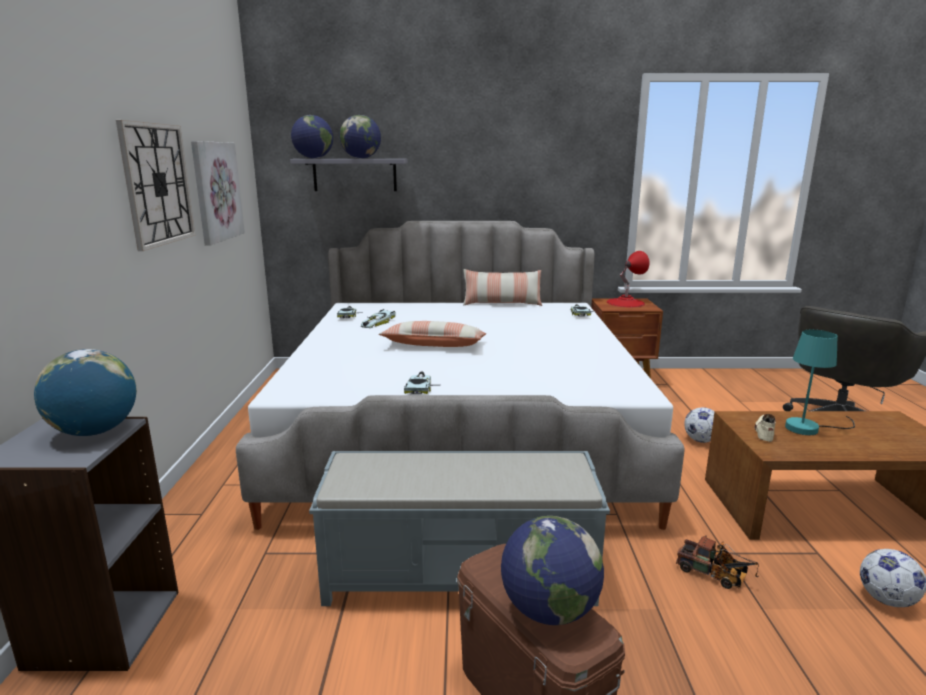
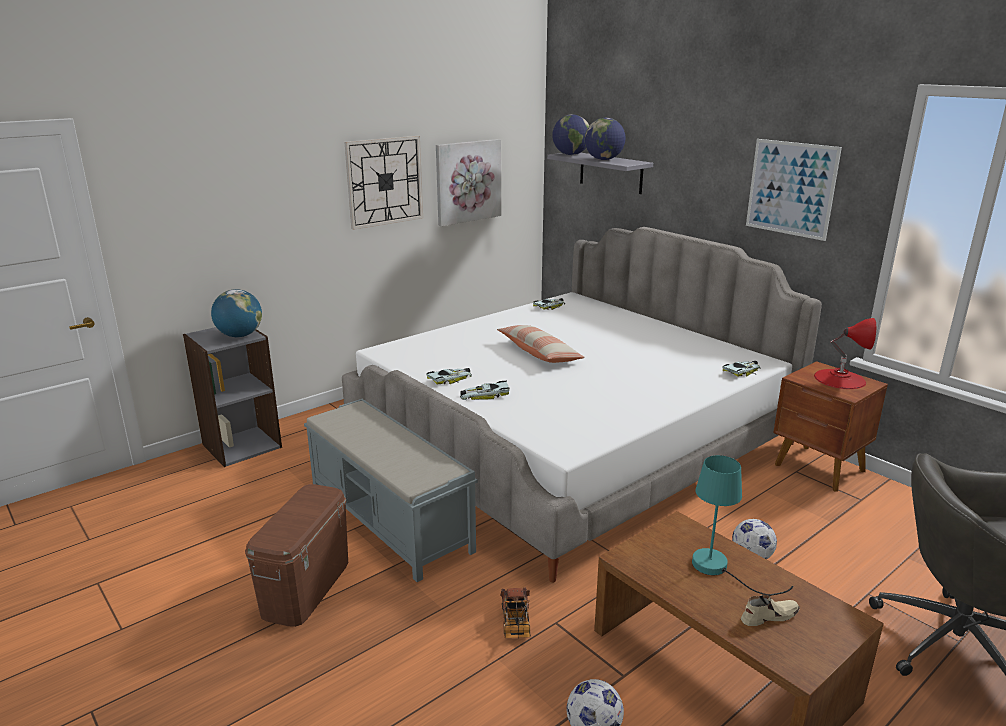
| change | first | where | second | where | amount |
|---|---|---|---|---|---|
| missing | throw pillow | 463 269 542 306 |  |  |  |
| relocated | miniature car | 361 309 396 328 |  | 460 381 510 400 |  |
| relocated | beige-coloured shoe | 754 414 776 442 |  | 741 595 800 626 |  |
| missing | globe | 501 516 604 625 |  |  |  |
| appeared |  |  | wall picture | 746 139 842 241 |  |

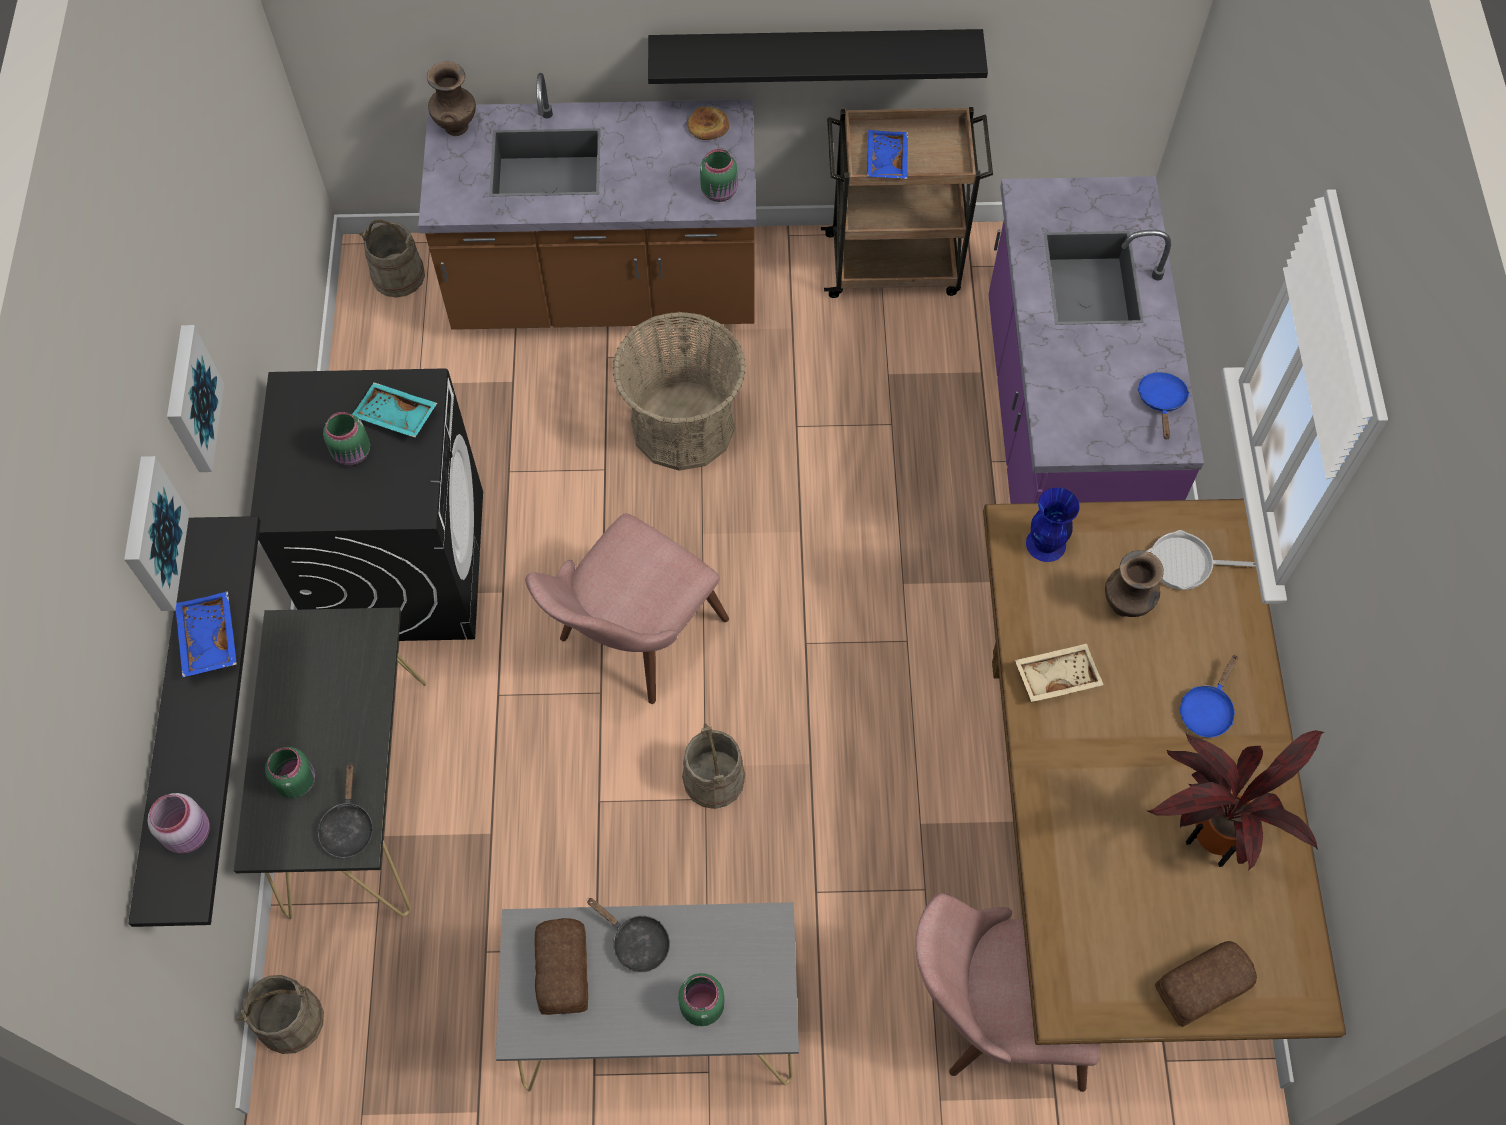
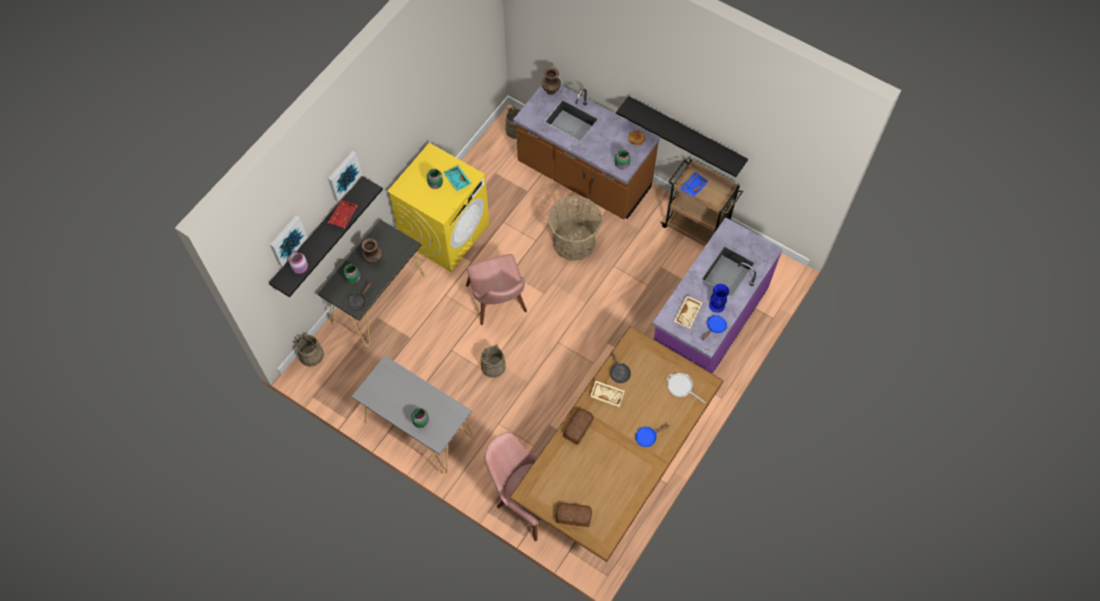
| change | first | where | second | where | amount |
|---|---|---|---|---|---|
| relocated | wall picture | 167 325 224 472 |  | 270 216 307 266 |  |
| colour | black-coloured washing machine | 250 368 483 641 | yellow washing machine | 387 143 489 272 |  |
| relocated | blue-coloured flower vase | 1026 488 1080 562 |  | 709 284 729 313 |  |
| spun | pinkish chair | 525 513 729 704 |  | 466 254 527 325 | 90 degrees counterclockwise |
| relocated | brown-coloured flower vase | 1105 550 1164 617 |  | 361 238 382 264 |  |
| colour | blue-coloured carrying tray | 176 592 237 677 | red carrying tray | 328 200 358 228 |  |
| missing | potted plant | 1148 730 1324 871 |  |  |  |
| relocated | black-coloured pan | 587 898 670 973 |  | 610 350 631 383 |  |
| relocated | bread | 534 918 588 1015 |  | 563 408 594 445 |  |
| appeared |  |  | beige-coloured carrying tray | 674 295 703 328 |  |

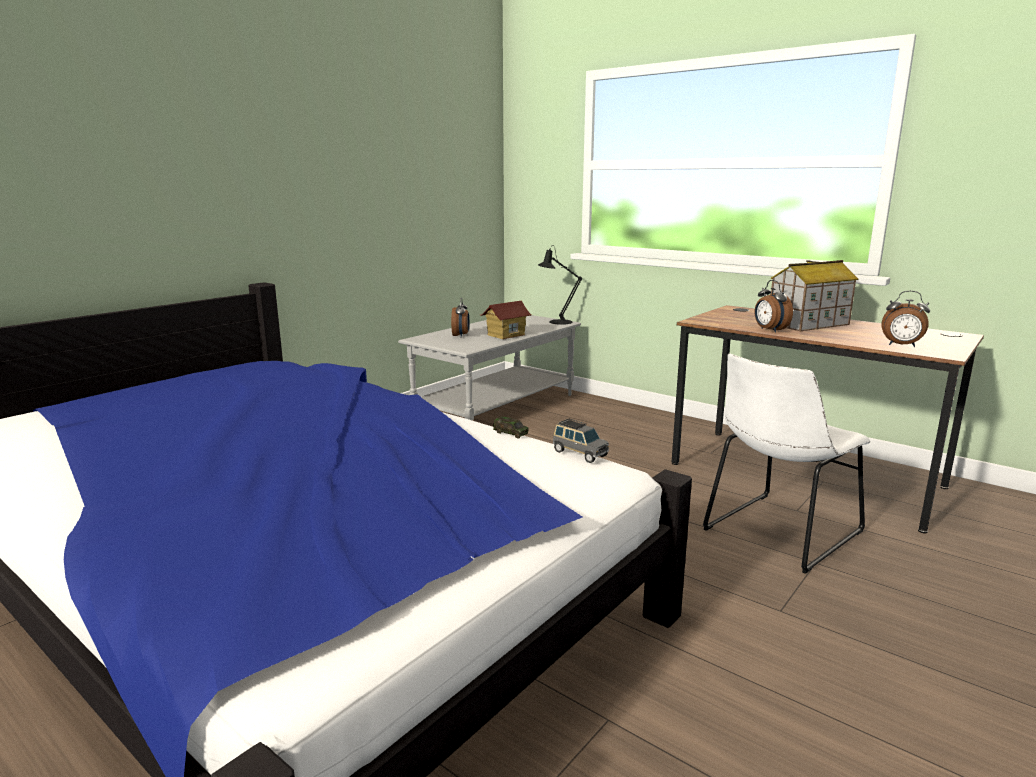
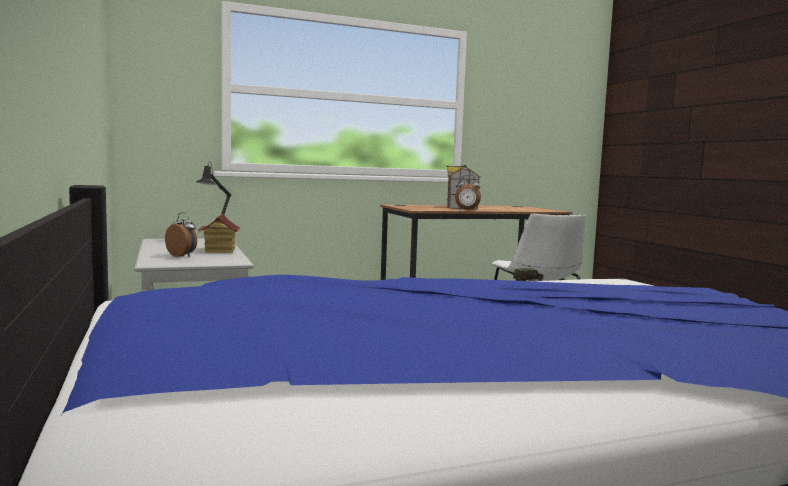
| change | first | where | second | where | amount |
|---|---|---|---|---|---|
| missing | alarm clock | 882 291 930 347 |  |  |  |
| missing | grey miniature car | 553 419 609 463 |  |  |  |

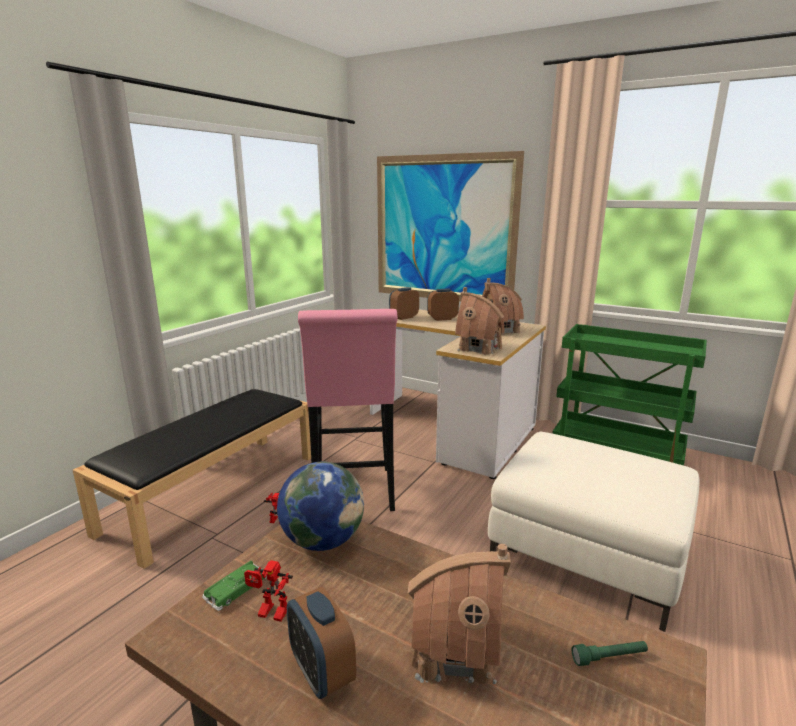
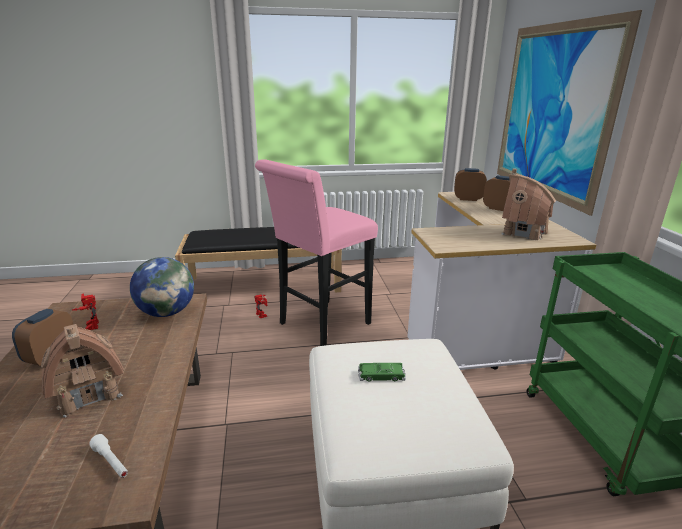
| change | first | where | second | where | amount |
|---|---|---|---|---|---|
| missing | model house | 455 287 505 355 |  |  |  |
| relocated | greenish miniature car | 202 561 267 611 |  | 358 363 406 381 |  |
| colour | greenish flashlight | 572 641 648 666 | white flashlight | 89 434 128 478 |  |

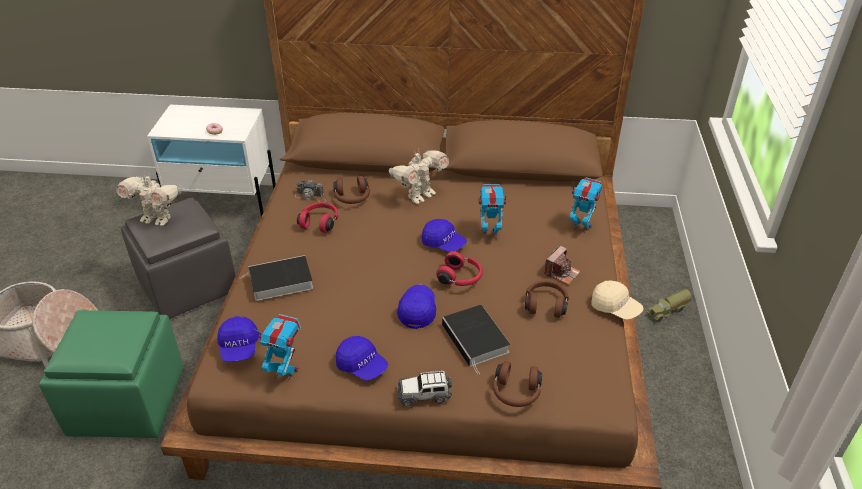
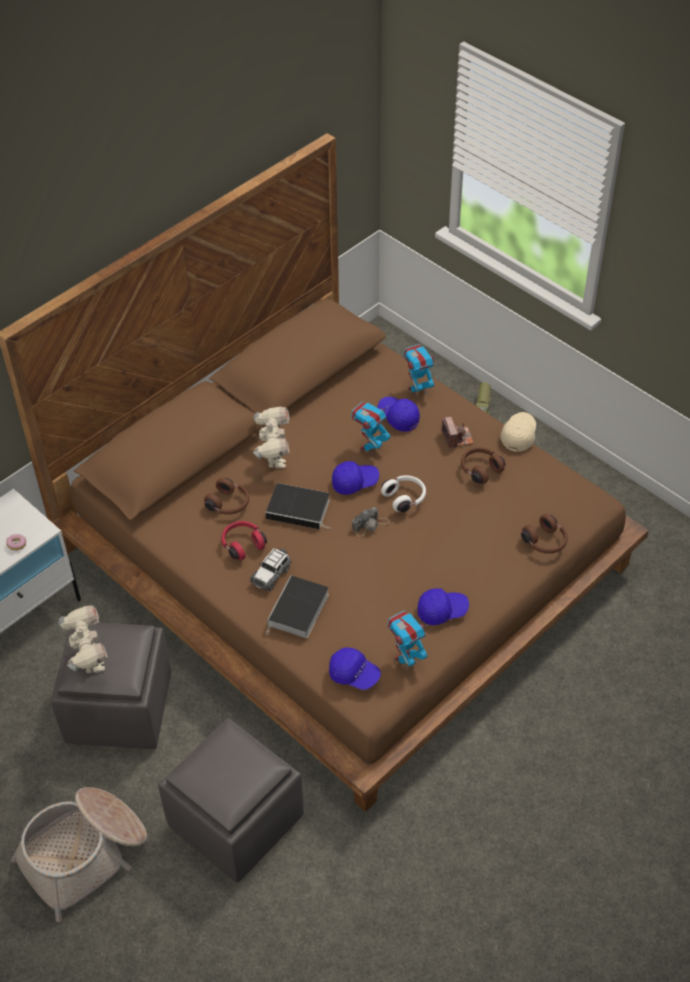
| change | first | where | second | where | amount |
|---|---|---|---|---|---|
| spun | toy robot | 116 173 182 226 |  | 59 605 108 673 | 75 degrees counterclockwise |
| relocated | photo camera | 295 180 326 202 |  | 352 507 389 537 |  |
| colour | red pair of headphones | 436 251 483 286 | white pair of headphones | 381 475 426 512 |  |
| spun | beige-coloured cap | 591 280 644 320 |  | 500 412 536 452 | 60 degrees counterclockwise |
| relocated | blue-coloured cap | 397 284 436 329 |  | 378 397 420 432 |  |
| relocated | book | 442 305 510 374 |  | 266 483 330 529 |  |
| colour | greenish ottoman | 39 310 184 438 | grey ottoman | 158 718 304 883 |  |
| relocated | miniature car | 397 371 452 407 |  | 250 548 292 591 |  |

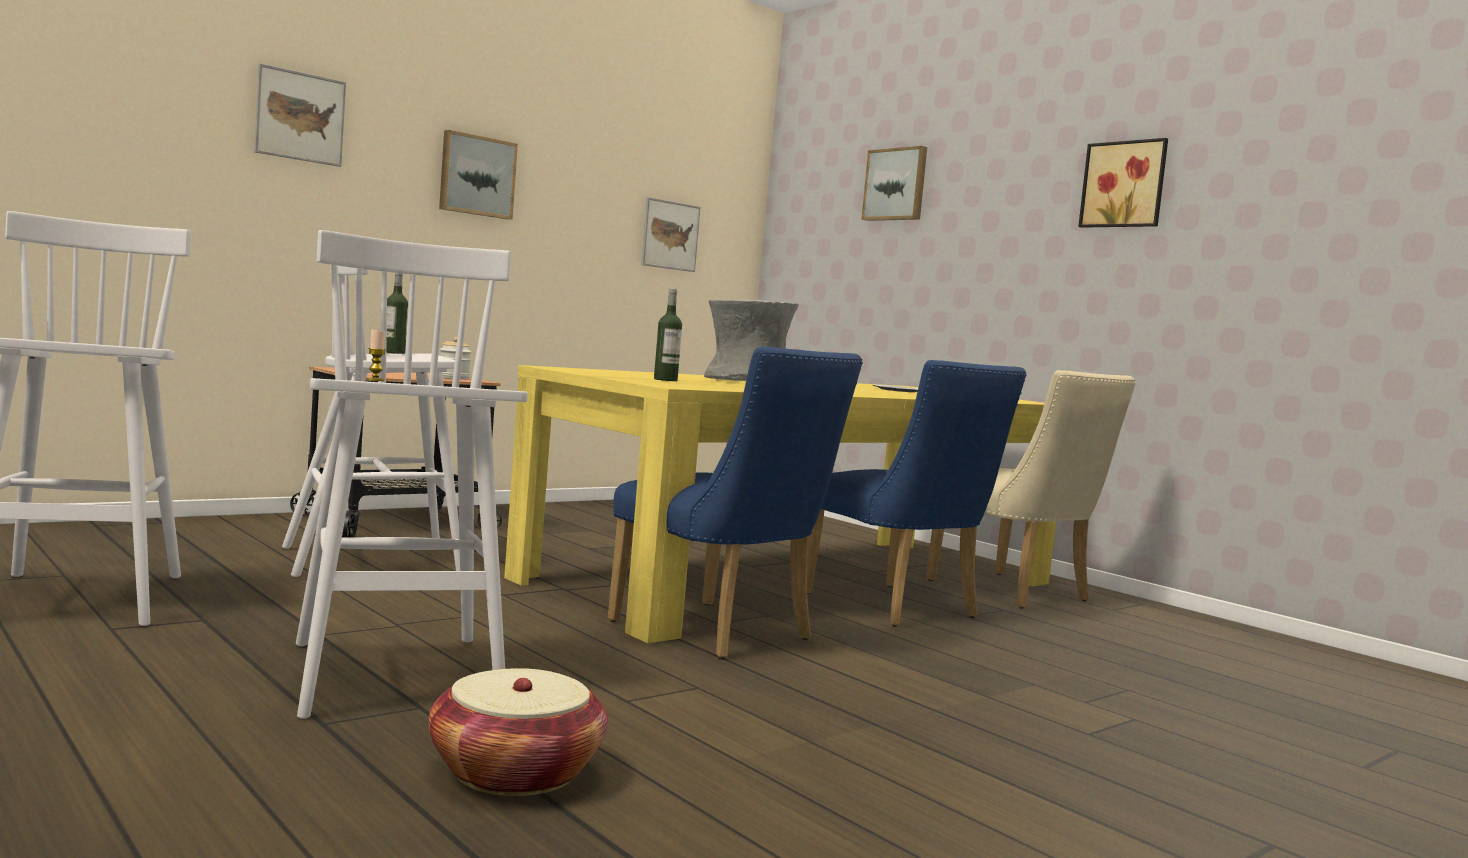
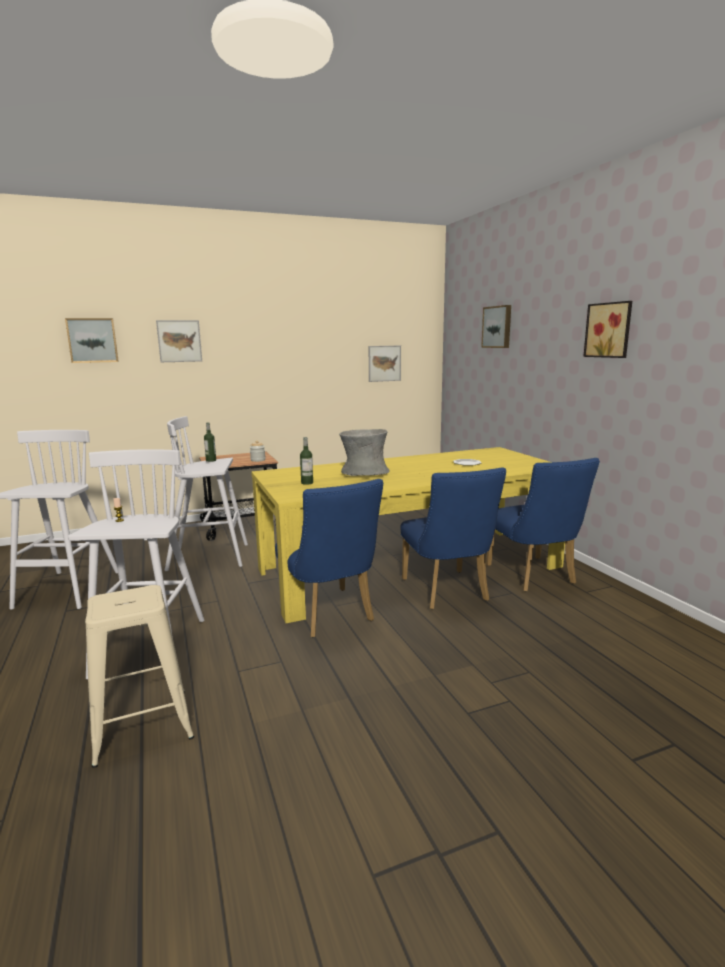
| change | first | where | second | where | amount |
|---|---|---|---|---|---|
| relocated | wall picture | 439 130 518 220 |  | 65 318 119 363 |  |
| colour | beige-coloured chair | 926 370 1136 609 | blue-coloured chair | 486 458 600 592 |  |
| exchanged | basket | 428 668 608 796 | beige-coloured sitting stool | 85 585 194 768 |  |

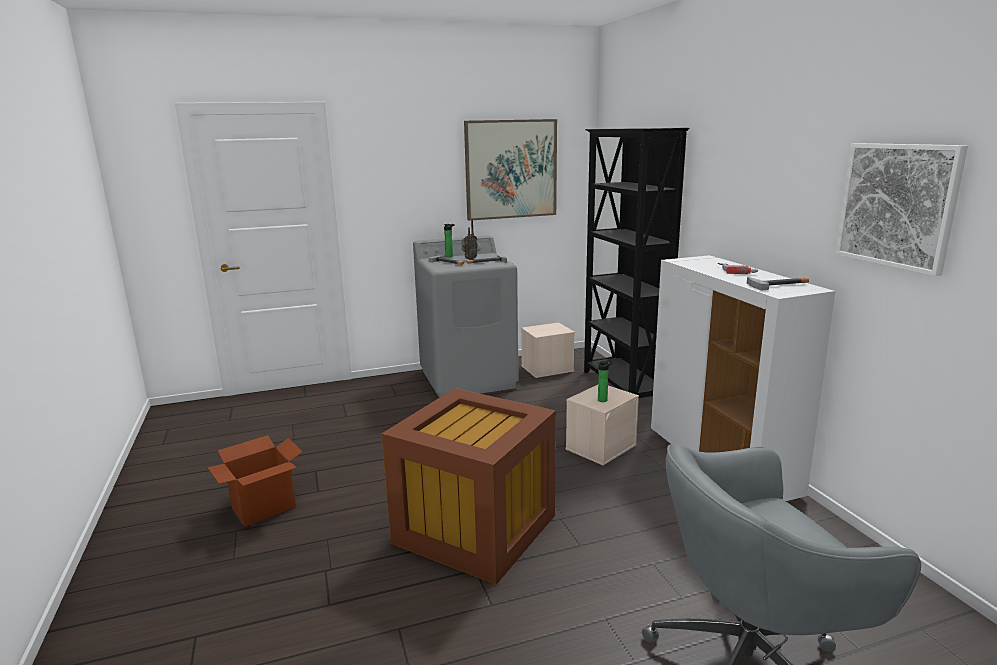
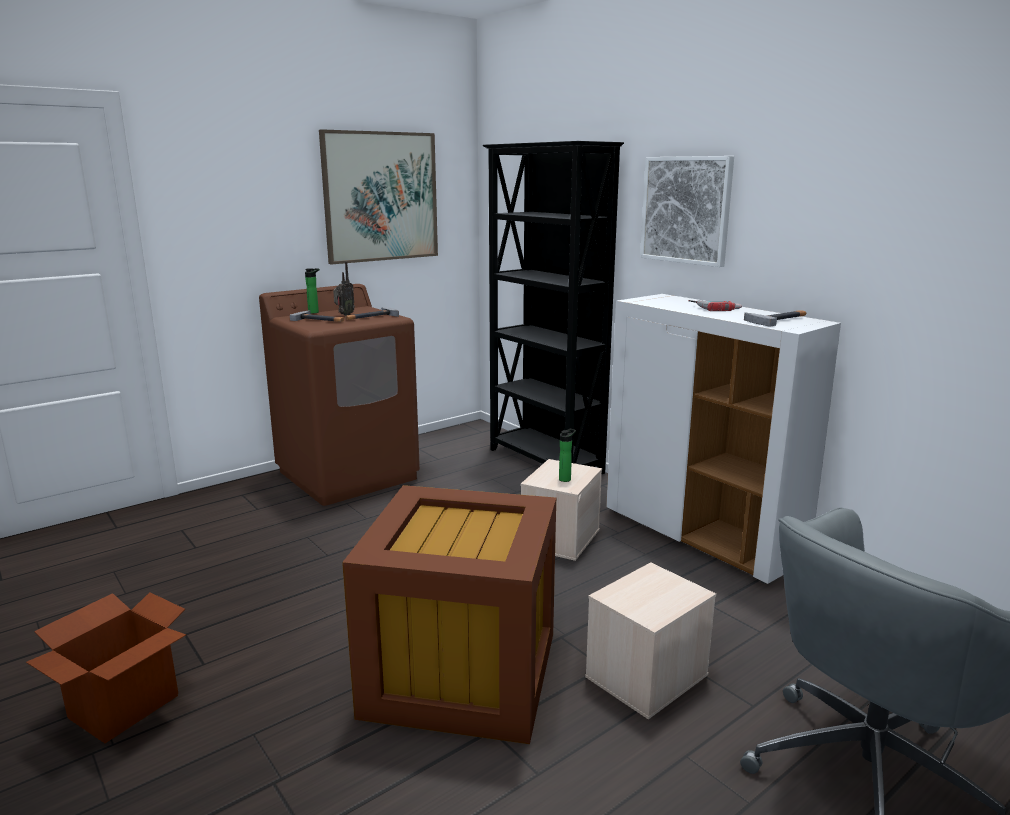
| change | first | where | second | where | amount |
|---|---|---|---|---|---|
| relocated | wall picture | 835 143 968 276 |  | 640 156 734 267 |  |
| colour | grey washing machine | 413 235 518 398 | brown-coloured washing machine | 259 284 420 506 |  |
| relocated | beige-coloured storage container | 521 322 575 378 |  | 585 562 716 720 |  |

